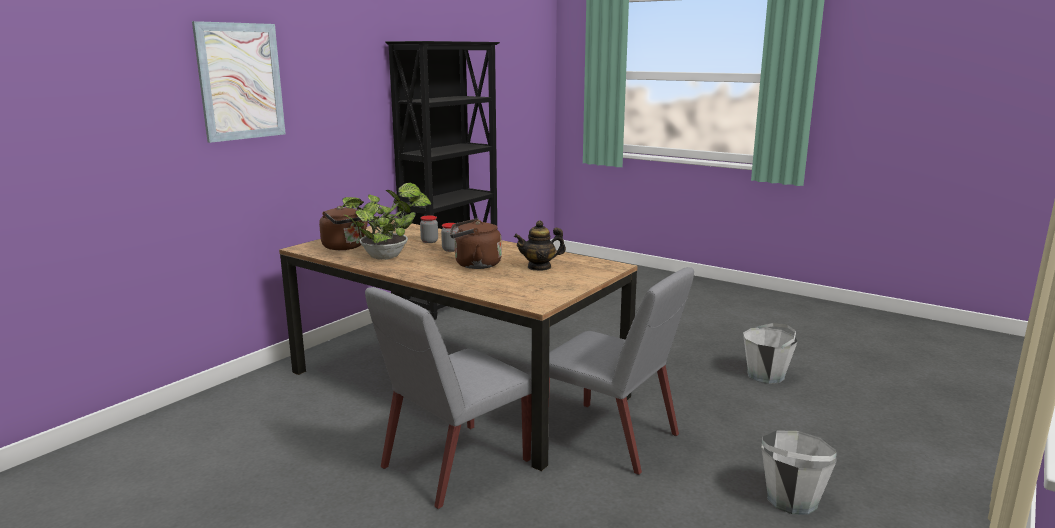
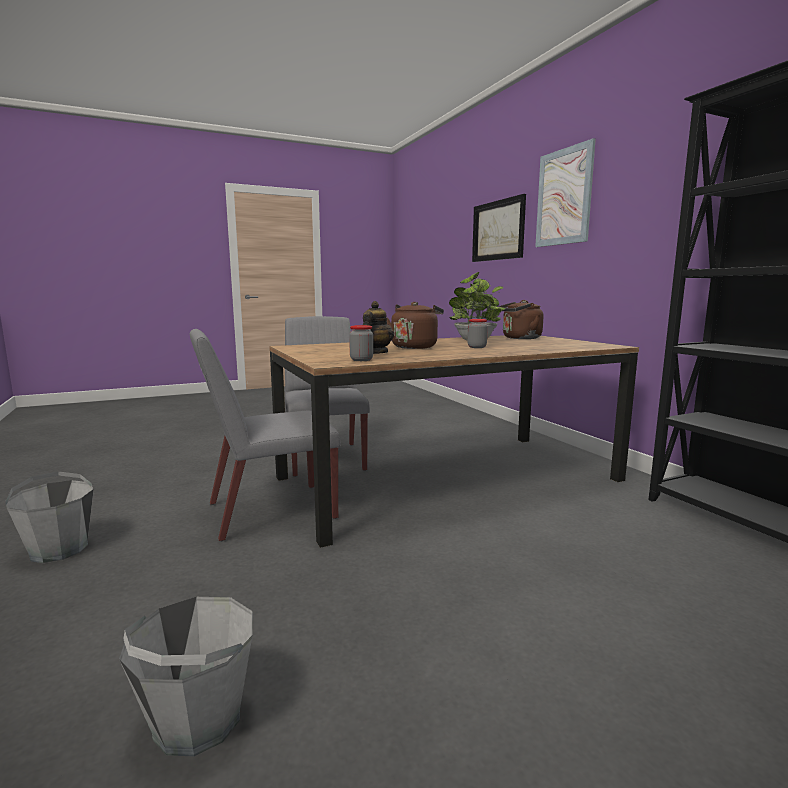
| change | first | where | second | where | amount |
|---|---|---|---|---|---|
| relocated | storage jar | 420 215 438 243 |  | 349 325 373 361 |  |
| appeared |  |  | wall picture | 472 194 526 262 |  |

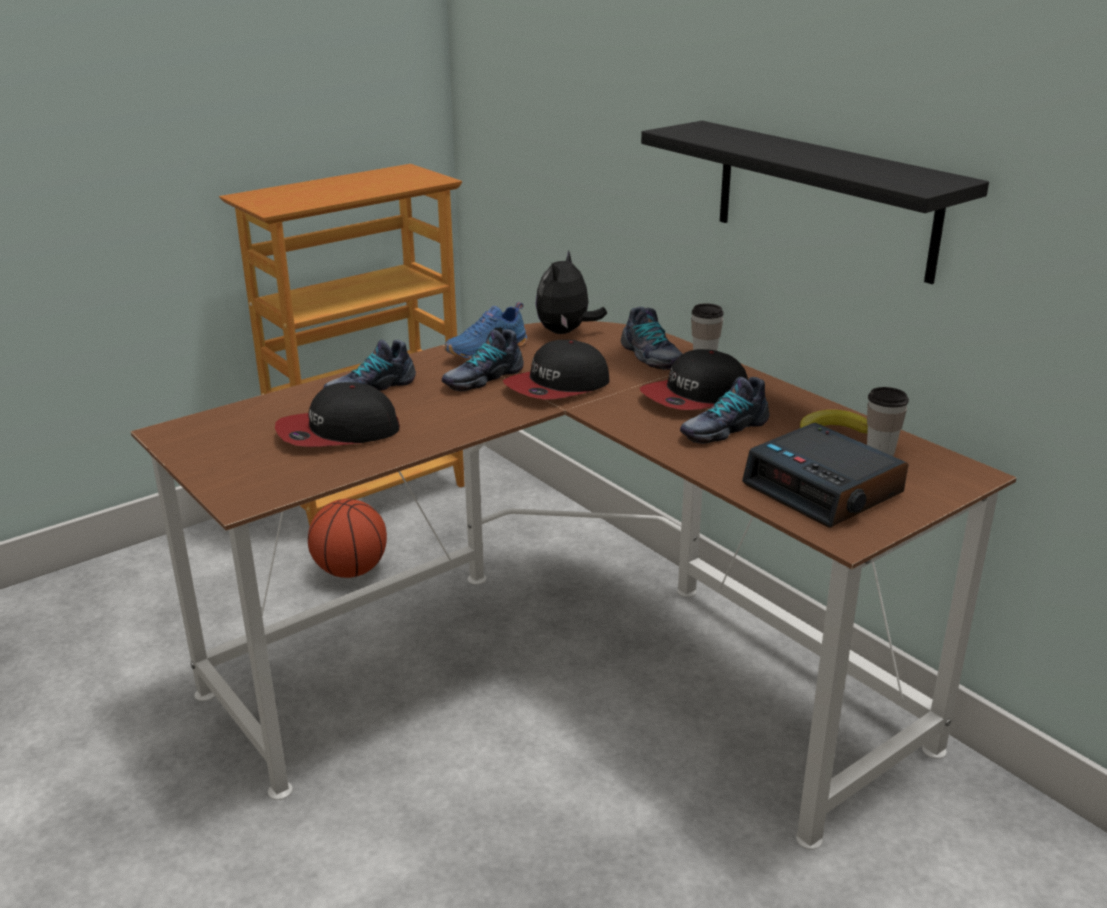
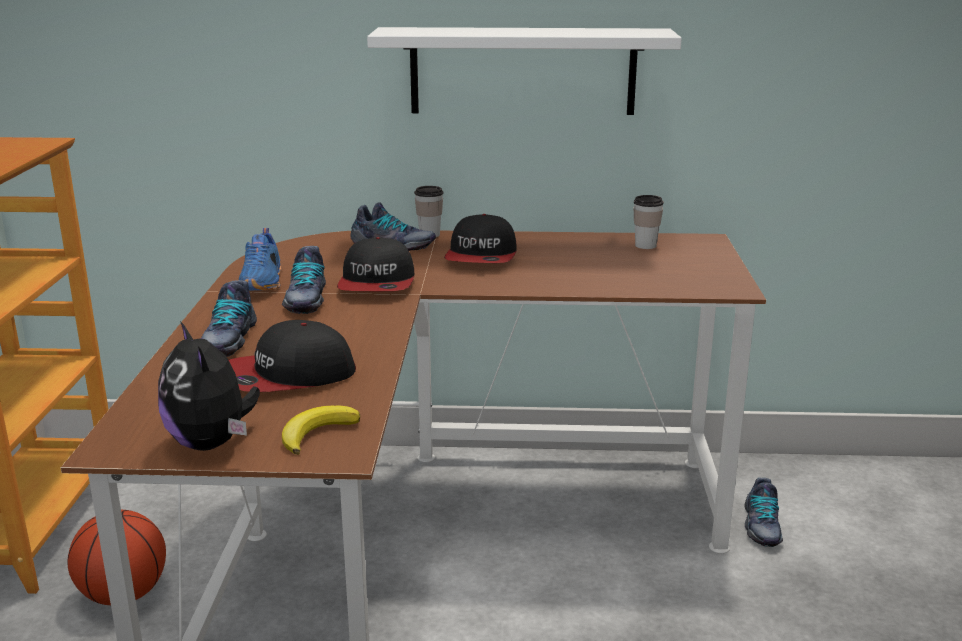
| change | first | where | second | where | amount |
|---|---|---|---|---|---|
| colour | black-coloured wall shelf | 641 121 989 284 | white wall shelf | 367 27 682 115 |  |
| relocated | cuddly toy | 536 250 607 334 |  | 158 321 260 451 |  |
| relocated | shoe | 680 377 770 444 |  | 744 478 783 547 |  |
| spun | cap | 275 382 400 447 |  | 229 320 356 392 | 45 degrees clockwise |
| relocated | banana fruit | 800 410 868 433 |  | 282 406 360 455 |  |
| missing | alarm clock | 742 423 908 528 |  |  |  |

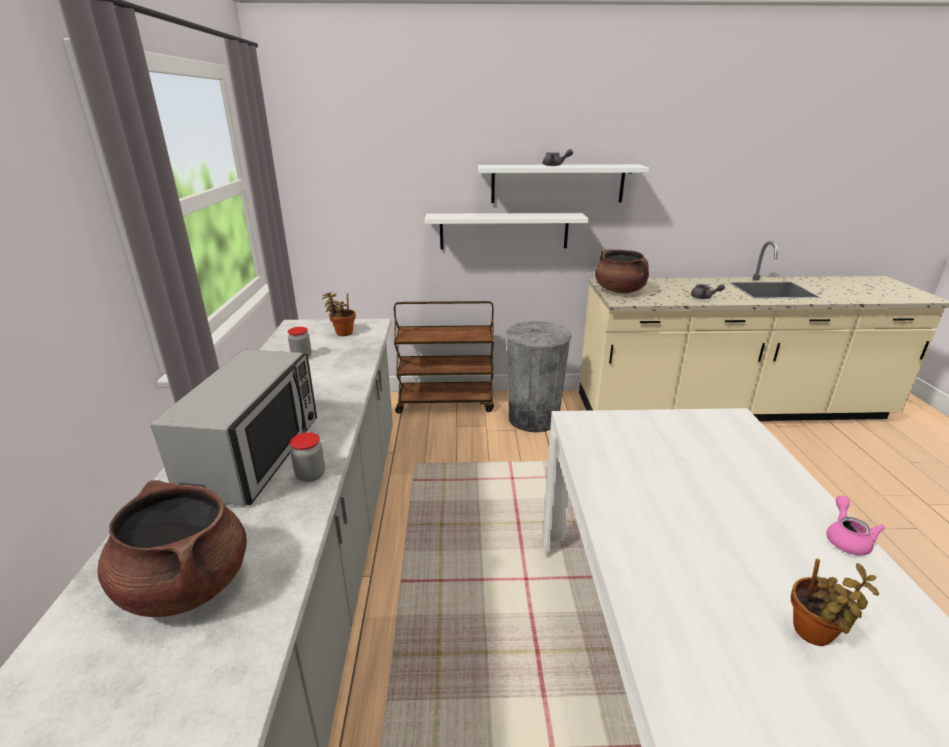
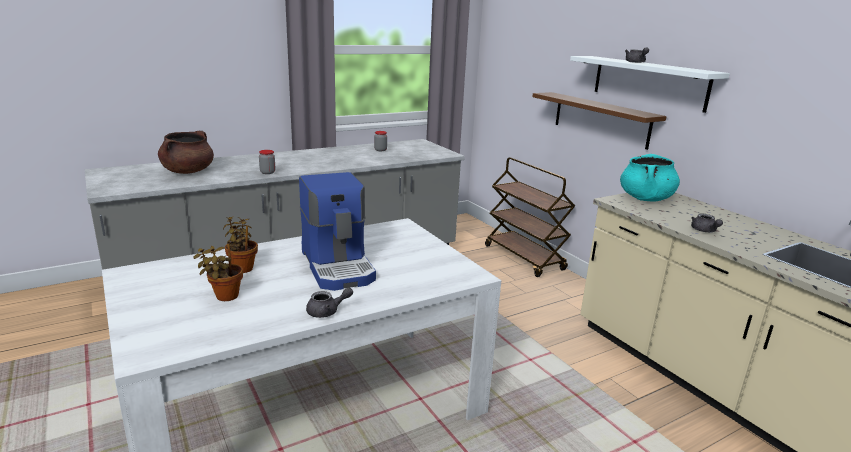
| change | first | where | second | where | amount |
|---|---|---|---|---|---|
| colour | white wall shelf | 425 213 589 249 | brown-coloured wall shelf | 532 92 667 150 |  |
| colour | brown-coloured saucepot | 595 250 649 294 | blue-green saucepot | 620 154 680 202 |  |
| relocated | potted plant | 322 291 356 336 |  | 223 216 258 273 |  |
| missing | grey trash can | 506 321 572 433 |  |  |  |
| missing | microwave | 151 350 317 506 |  |  |  |
| colour | pinkish tea pot | 826 496 885 556 | grey tea pot | 306 287 353 318 |  |
| appeared |  |  | coffee machine | 299 172 376 291 |  |

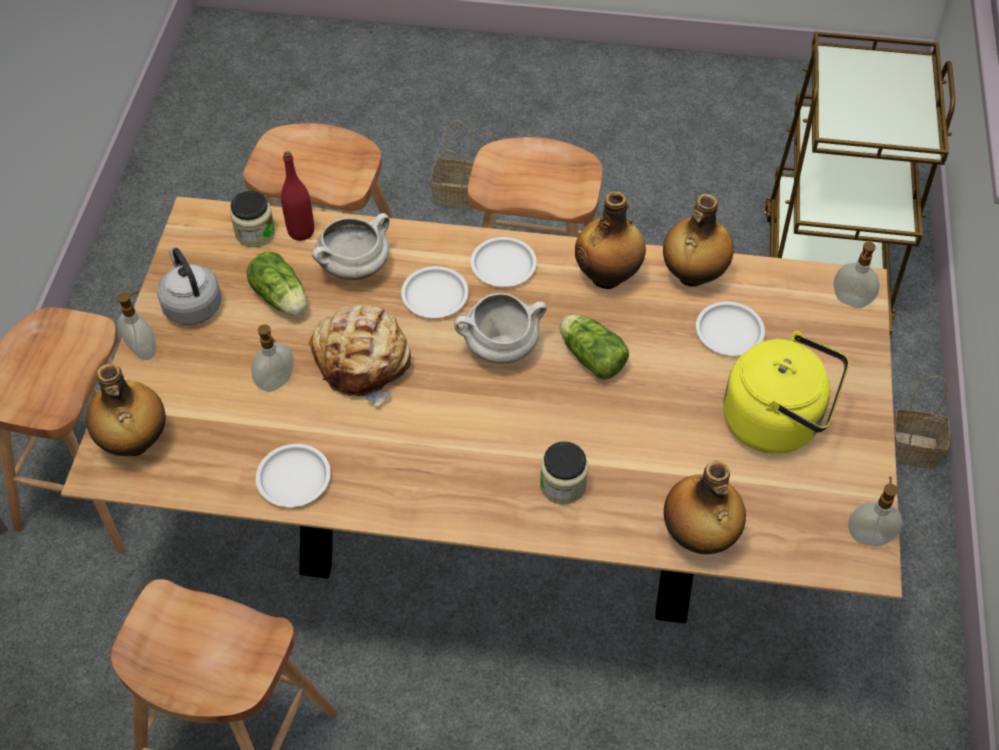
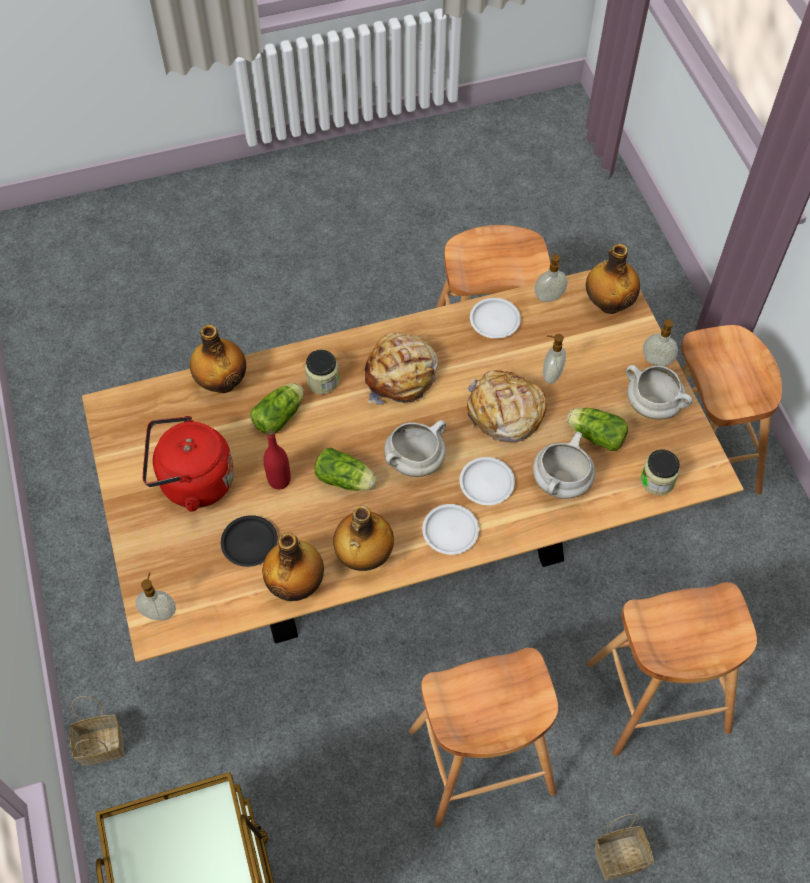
| change | first | where | second | where | amount |
|---|---|---|---|---|---|
| relocated | red drink bottle | 281 151 314 241 |  | 263 430 291 489 |  |
| exchanged | grey tea kettle | 157 247 222 325 | white saucepot | 626 365 693 420 |  |
| colour | white dinner plate | 696 302 765 356 | black-coloured dinner plate | 221 515 278 567 |  |
| colour | yellow tea kettle | 723 331 849 454 | red tea kettle | 143 416 234 512 |  |
| relocated | soap dispenser | 848 476 903 546 |  | 534 254 568 302 |  |
| appeared |  |  | bread | 365 332 438 405 |  |
| appeared |  |  | head of lettuce | 250 383 304 434 |  |

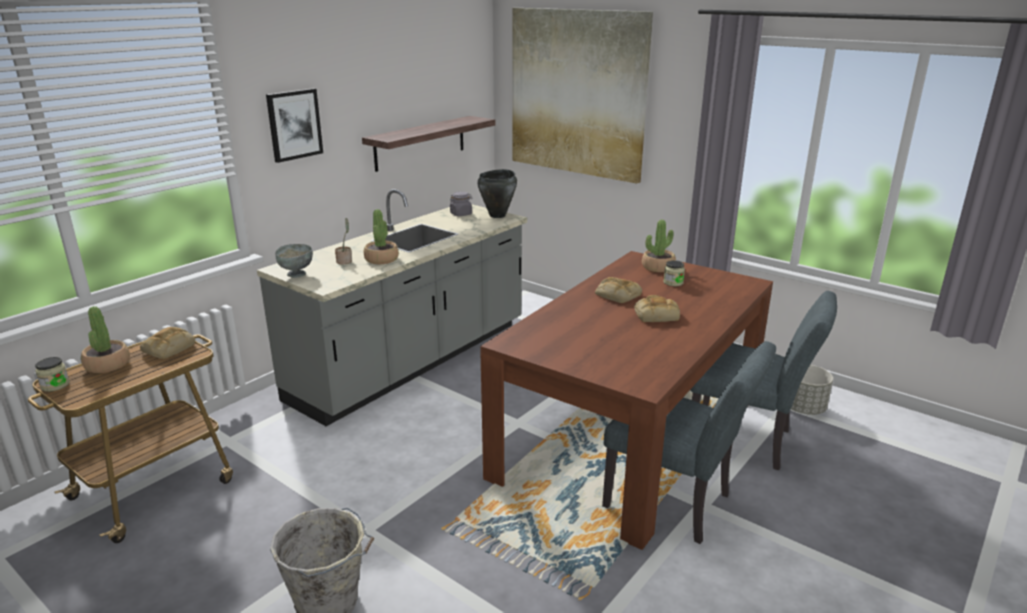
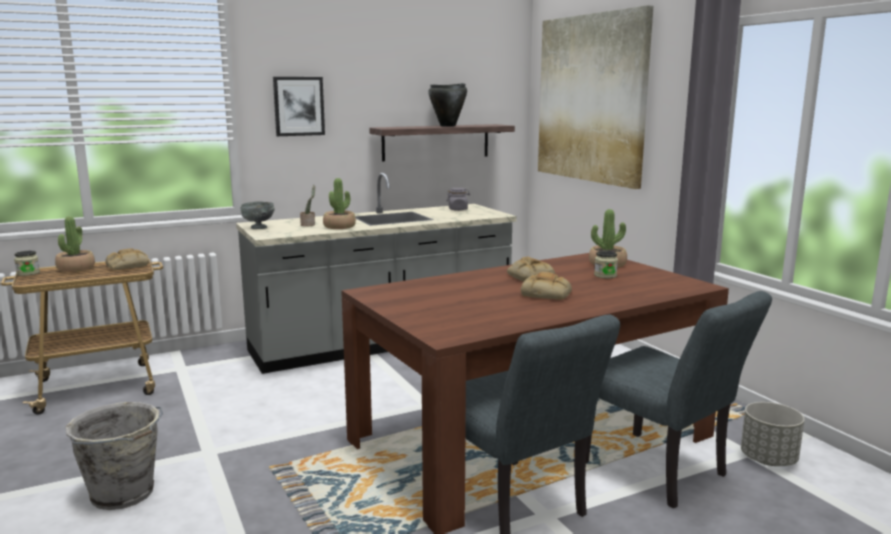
| change | first | where | second | where | amount |
|---|---|---|---|---|---|
| relocated | black-coloured saucepot | 477 169 517 218 |  | 428 83 467 127 |  |

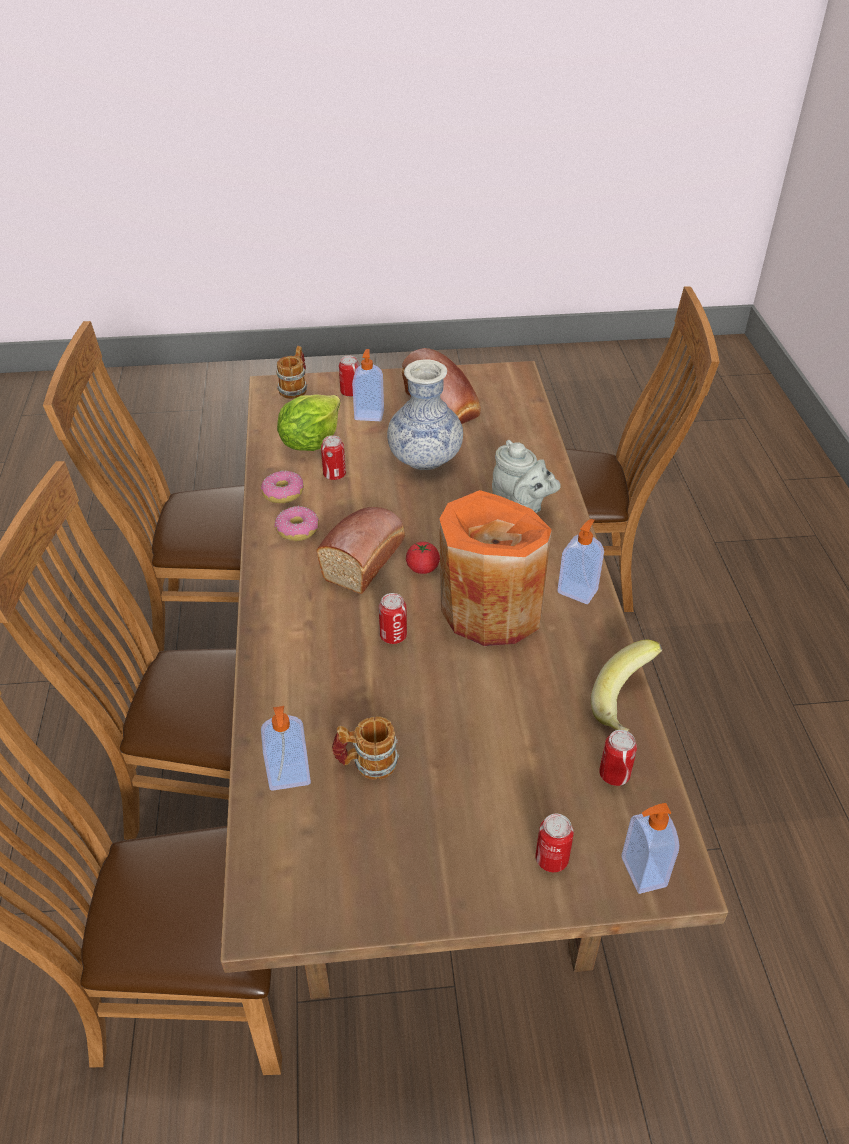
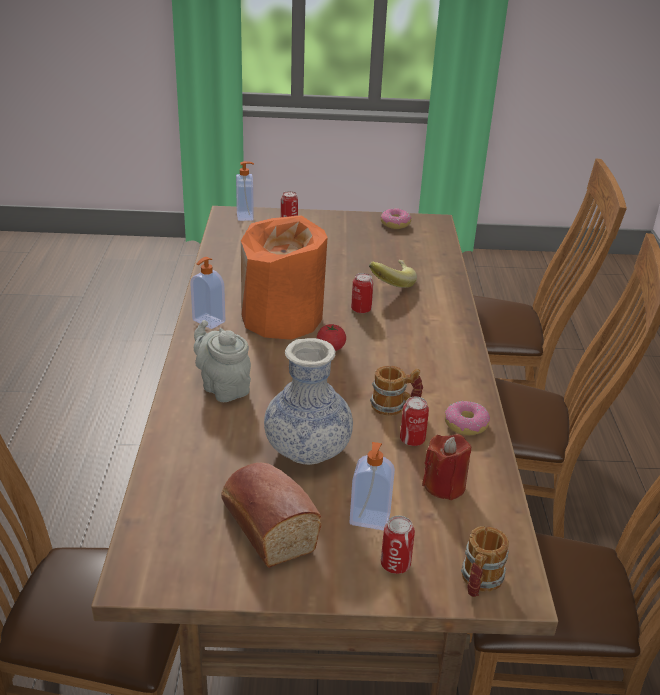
| change | first | where | second | where | amount |
|---|---|---|---|---|---|
| exchanged | head of lettuce | 277 394 341 451 | red wax light | 422 434 471 500 |  |
| relocated | doughnut | 275 506 319 541 |  | 381 208 411 229 |  |
| missing | bread | 317 507 405 594 |  |  |  |
| relocated | banana fruit | 591 639 662 731 |  | 369 260 417 288 |  |
| missing | soap dispenser | 261 706 311 791 |  |  |  |
| relocated | tea mug | 332 716 399 779 |  | 370 366 423 416 |  |
| missing | metal can | 599 730 637 786 |  |  |  |

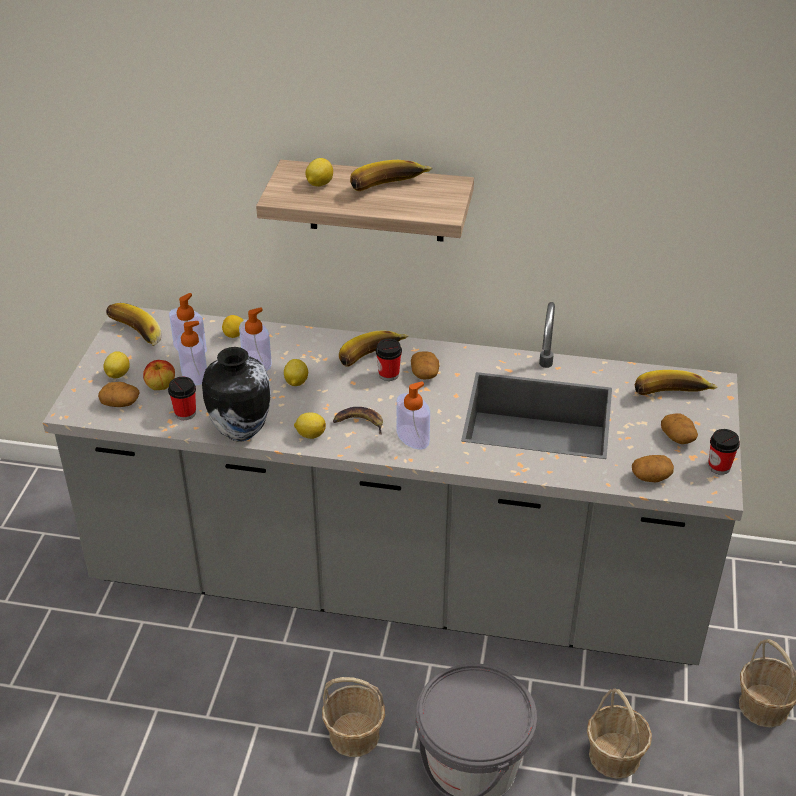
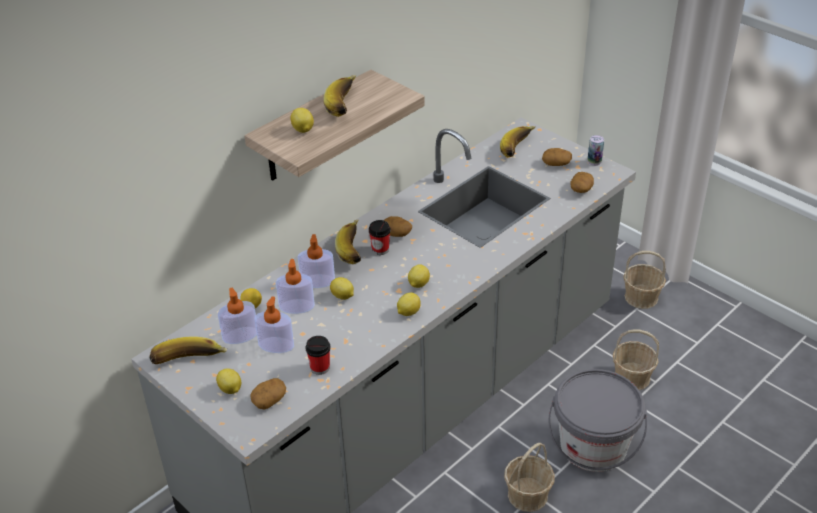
| change | first | where | second | where | amount |
|---|---|---|---|---|---|
| missing | flower vase | 202 347 271 442 |  |  |  |
| missing | apple | 143 360 175 390 |  |  |  |
| relocated | soap dispenser | 396 381 430 450 |  | 298 234 335 288 |  |
| exchanged | banana fruit | 333 407 383 435 | whole lemon | 408 264 430 288 |  |
| exchanged | drinking cup | 708 429 740 475 | metal can | 588 135 604 166 |  |

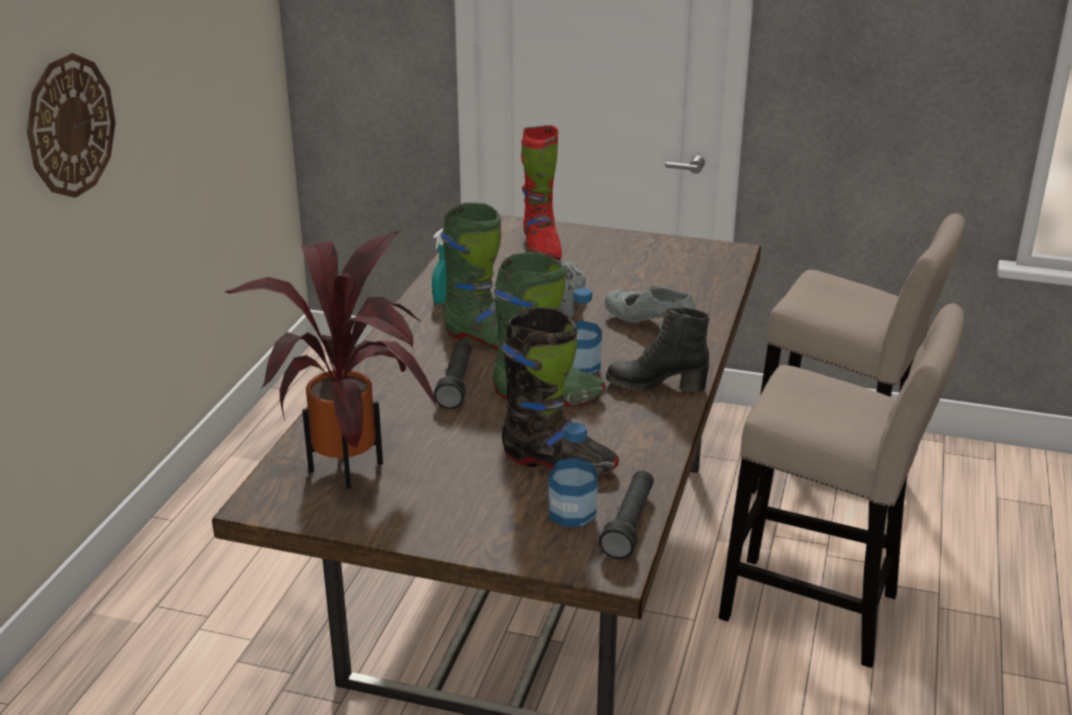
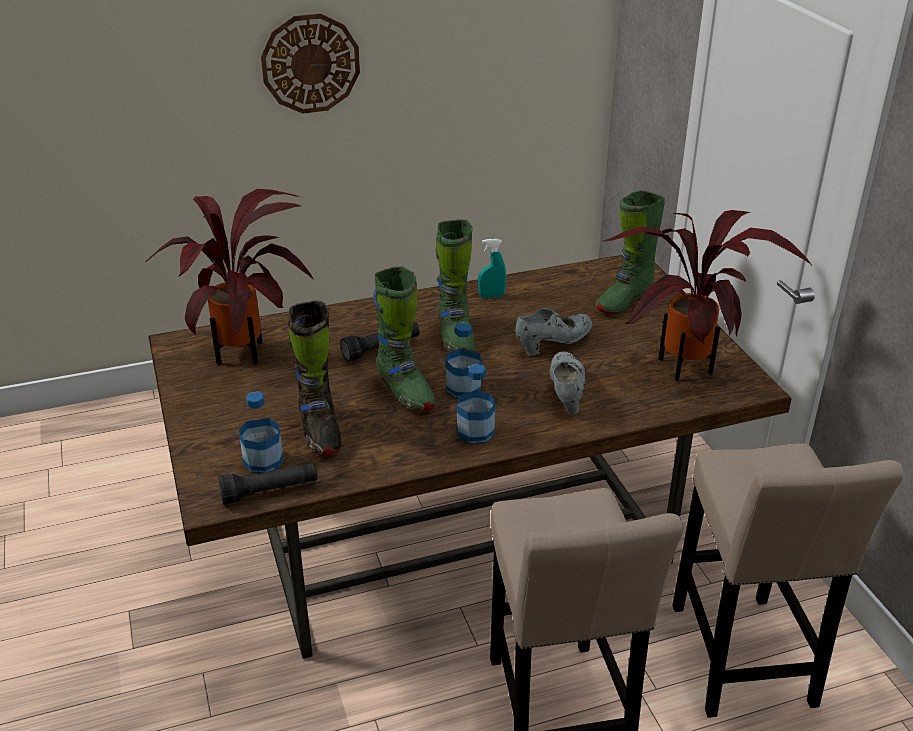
| change | first | where | second | where | amount |
|---|---|---|---|---|---|
| colour | red high-top boot | 521 125 562 260 | greenish high-top boot | 596 191 665 315 |  |
| exchanged | black-coloured high-top boot | 606 307 710 392 | drink bottle | 457 364 495 444 |  |
| appeared |  |  | potted plant | 603 210 811 381 |  |

